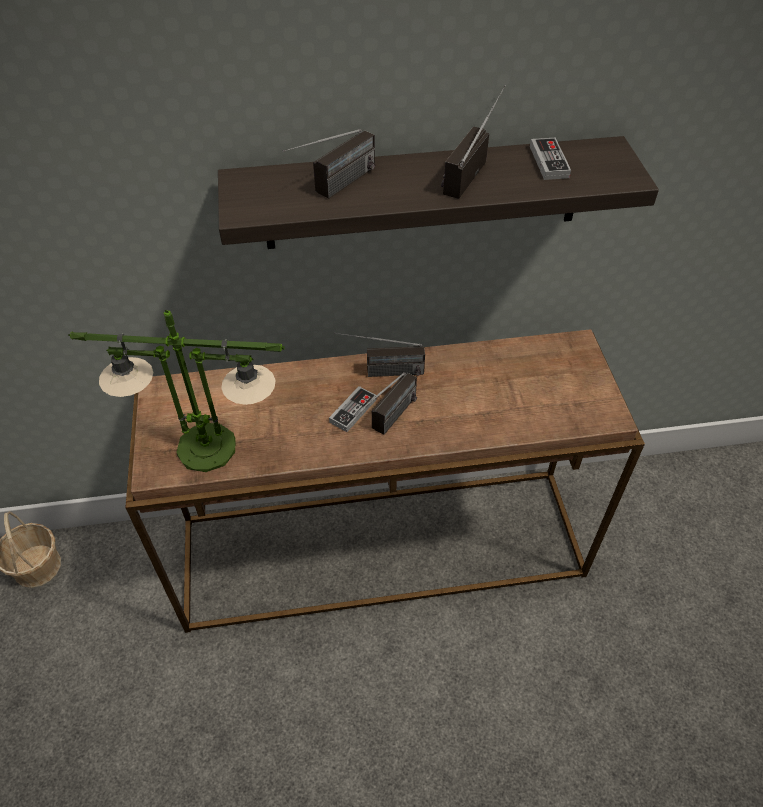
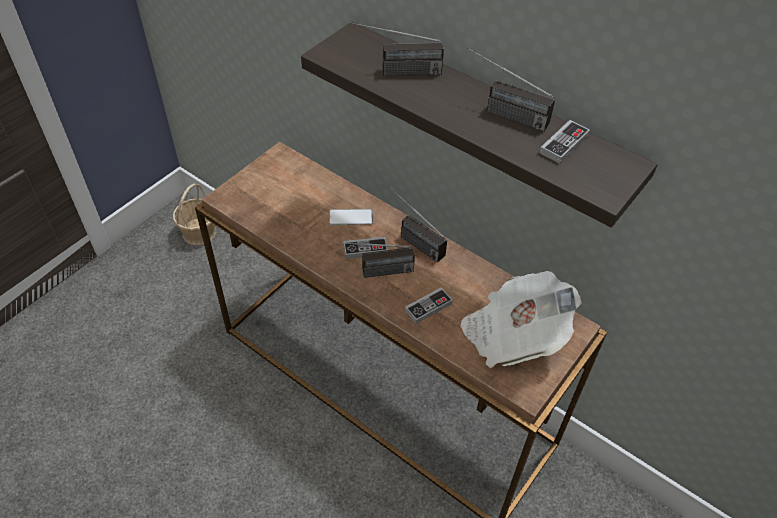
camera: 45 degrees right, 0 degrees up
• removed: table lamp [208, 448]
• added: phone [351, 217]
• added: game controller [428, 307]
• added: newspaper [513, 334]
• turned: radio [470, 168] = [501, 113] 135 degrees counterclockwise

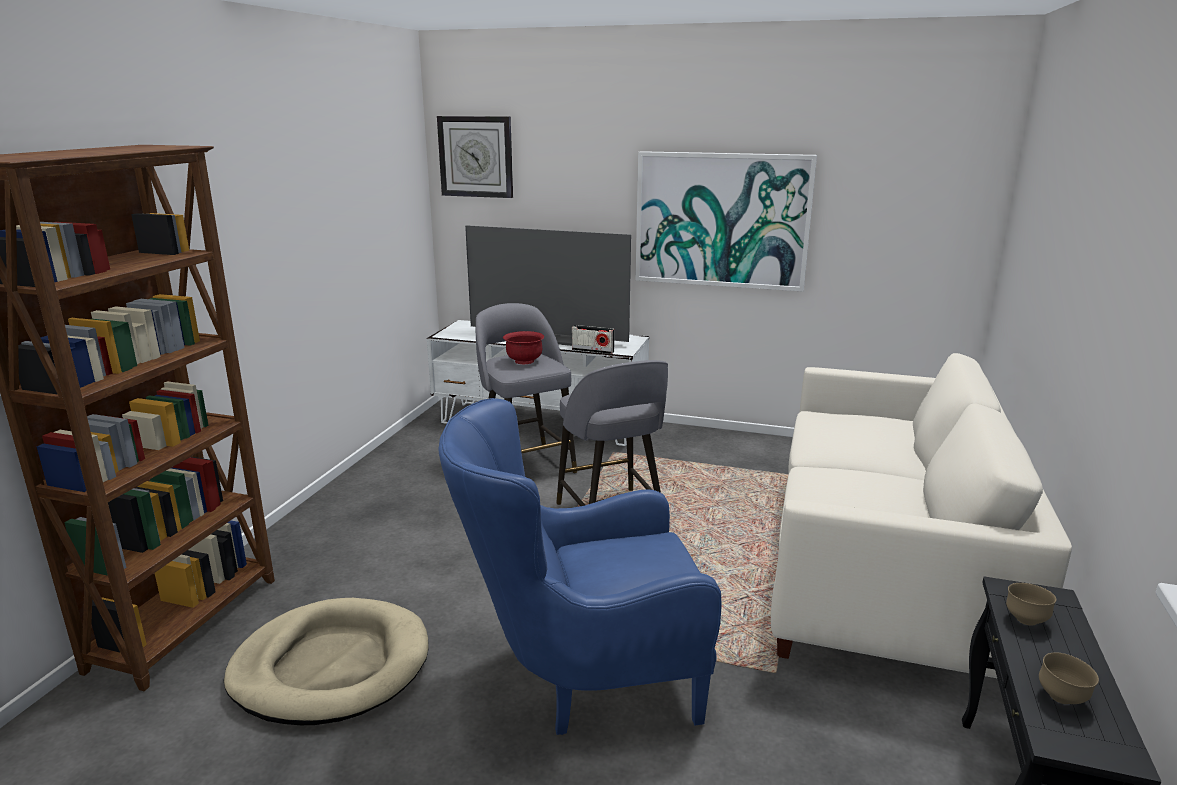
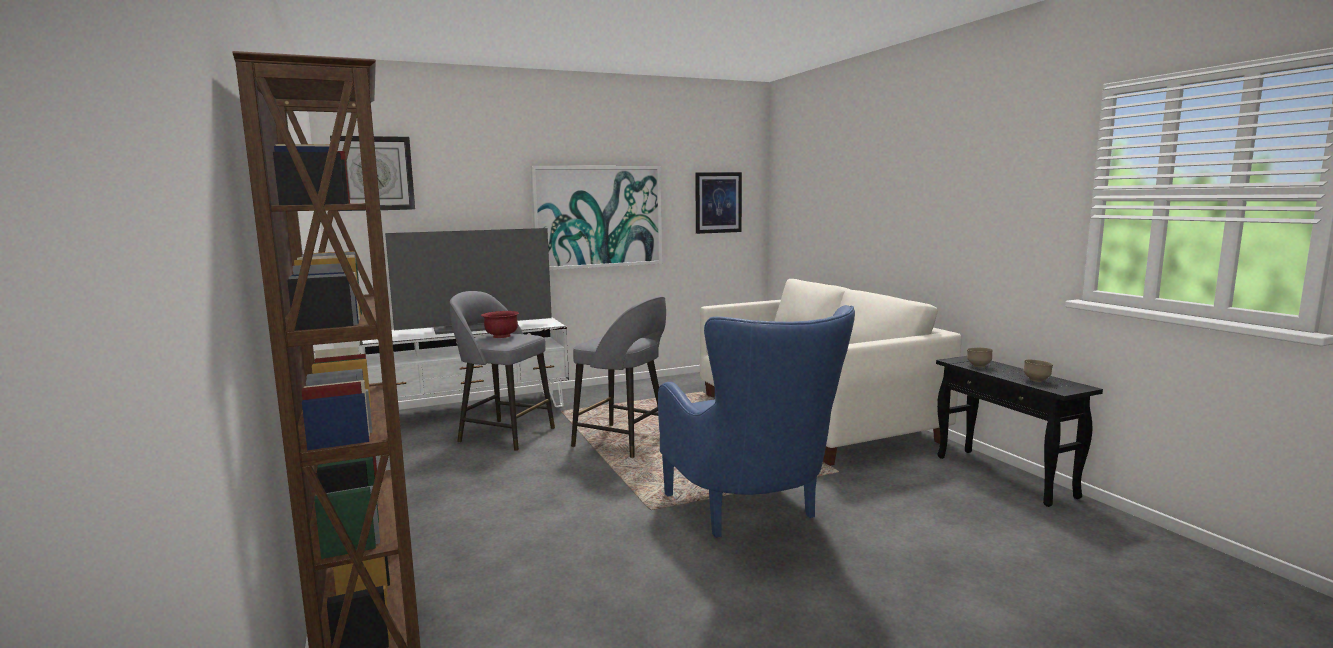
camera: 40 degrees left, 10 degrees down
• removed: dog bed/beige [331, 666]
• removed: radio [593, 351]
• added: picture [718, 202]
• turned: armchair/blue [583, 679] = [752, 515] 60 degrees counterclockwise

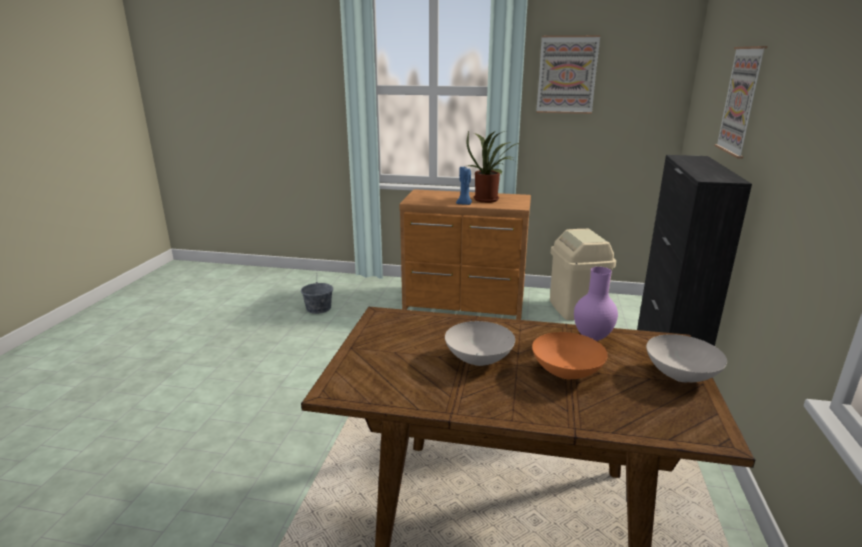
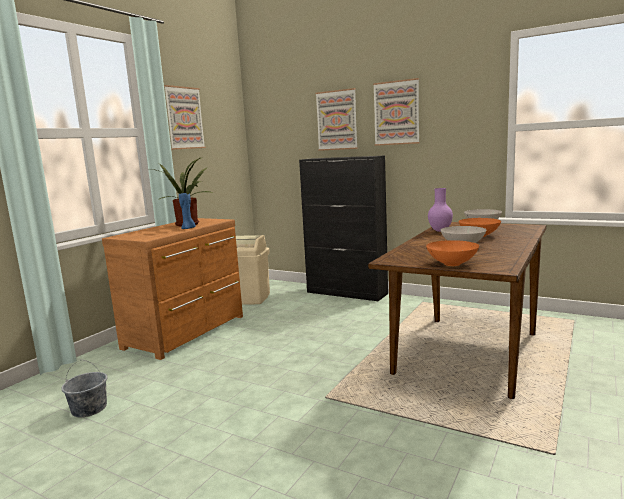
camera: 70 degrees left, 10 degrees down
• added: picture [396, 113]
• added: bowl/orange [453, 264]

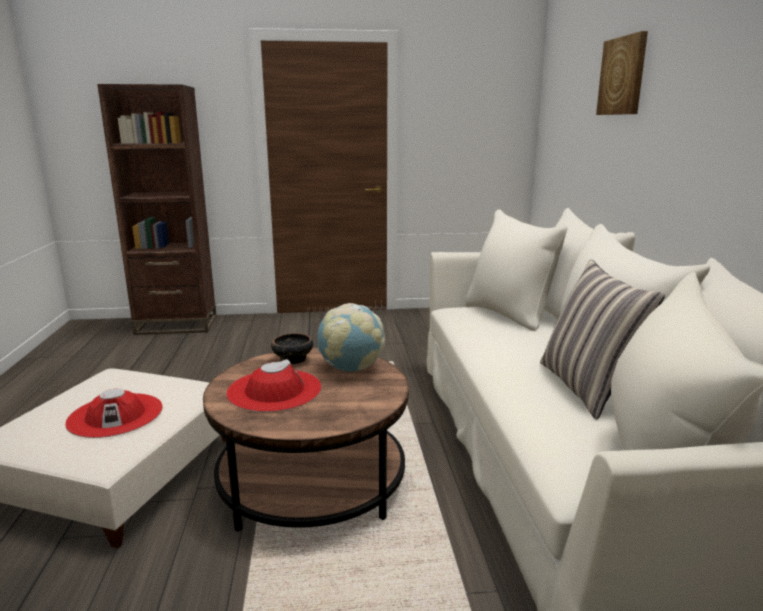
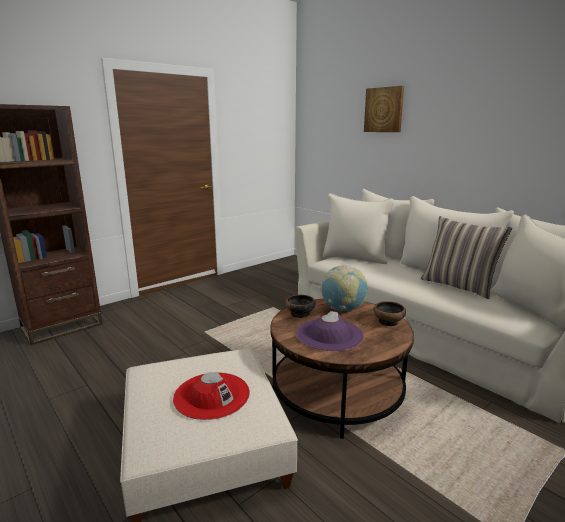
camera: 35 degrees left, 0 degrees up
• added: bowl [388, 322]
• recoloured: hat/red [274, 390] to hat/purple [329, 334]

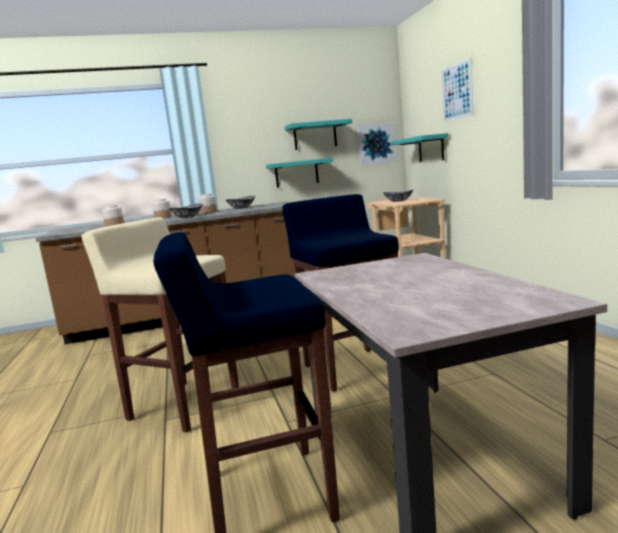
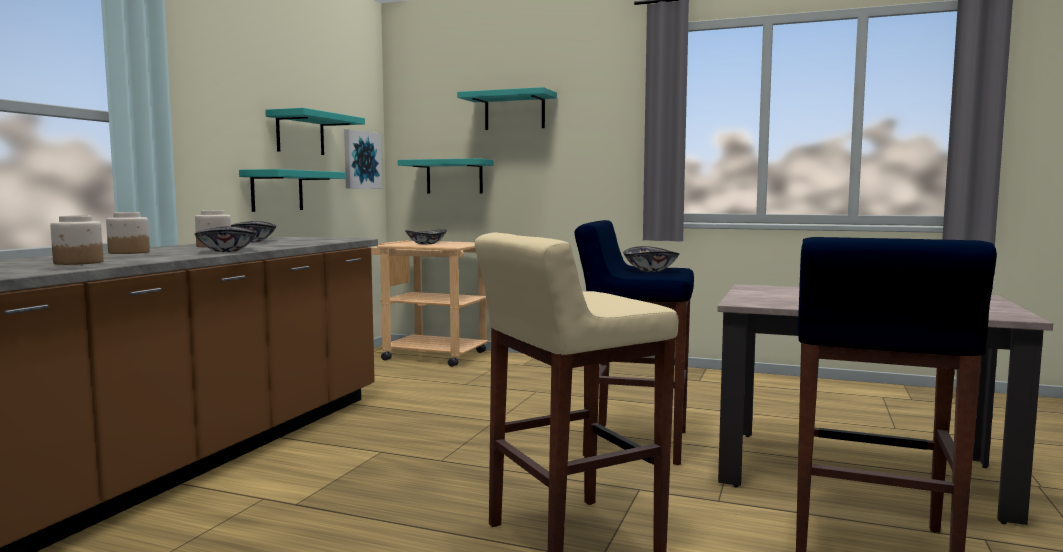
camera: 55 degrees left, 5 degrees down
• added: bowl [650, 270]
• replaced: picture [456, 91] to shelf/turquoise [514, 111]

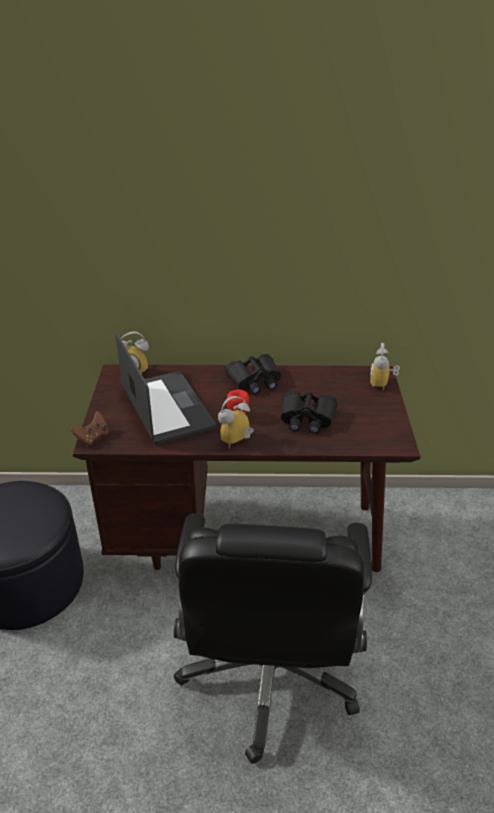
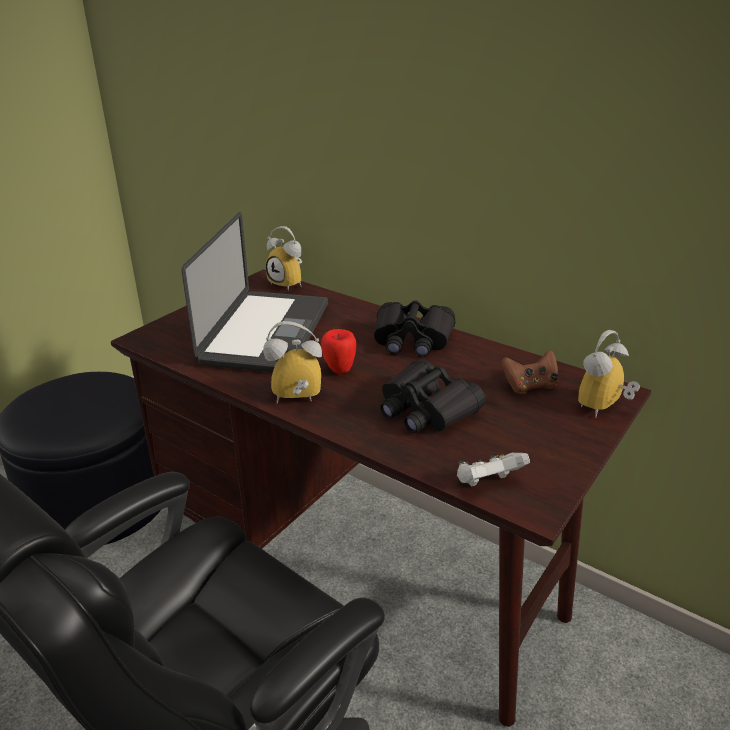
camera: 35 degrees right, 5 degrees down
• added: game controller/white [487, 483]
• moved: game controller/brown [92, 437] to [529, 386]

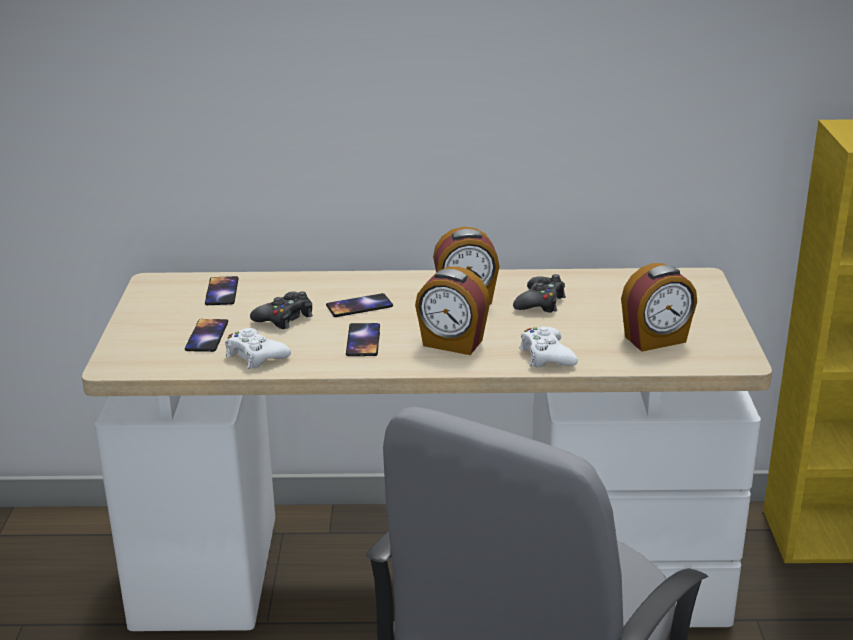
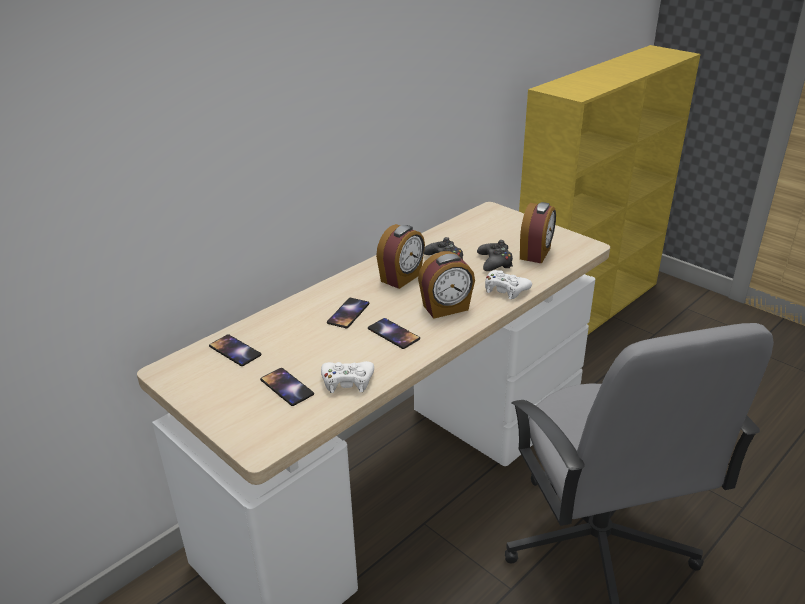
camera: 45 degrees left, 5 degrees up
• moved: game controller/black [285, 318] to [495, 262]

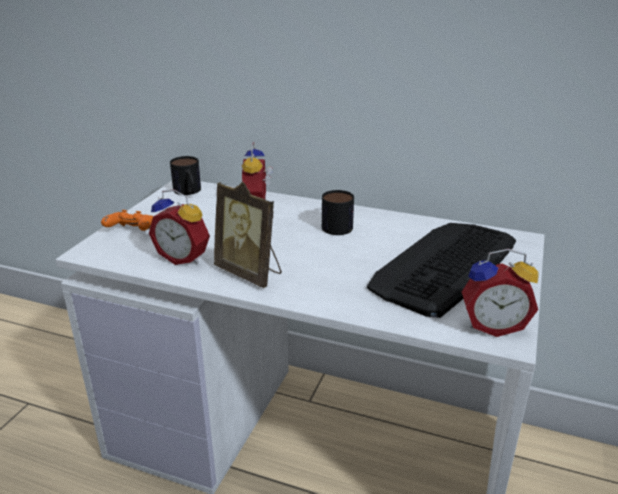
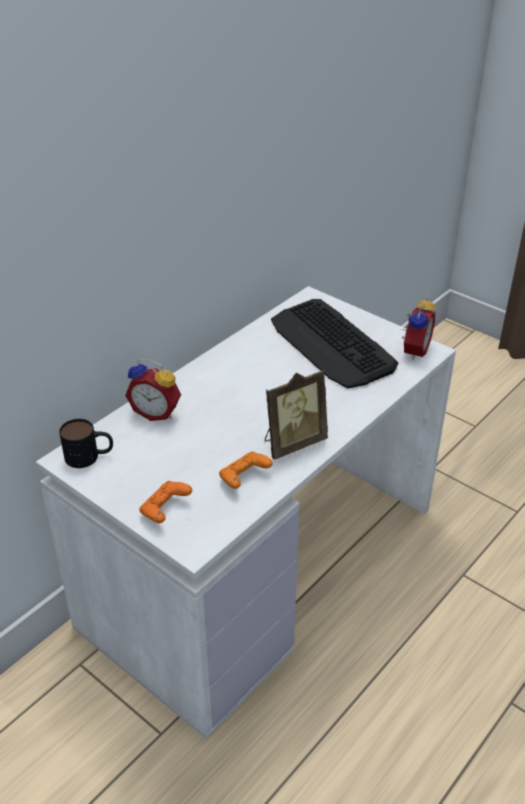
camera: 70 degrees left, 10 degrees up
• removed: mug [337, 224]
• replaced: alarm clock [184, 257] to game controller/orange [244, 478]

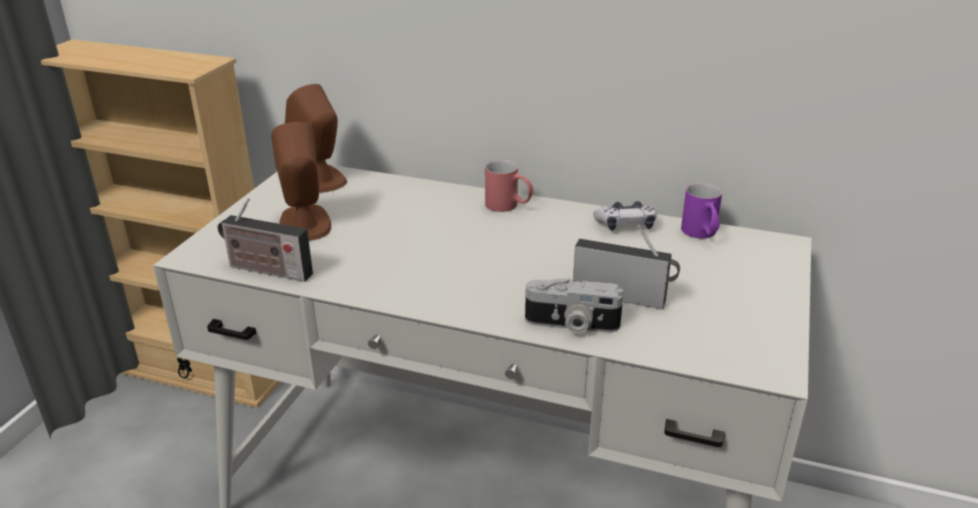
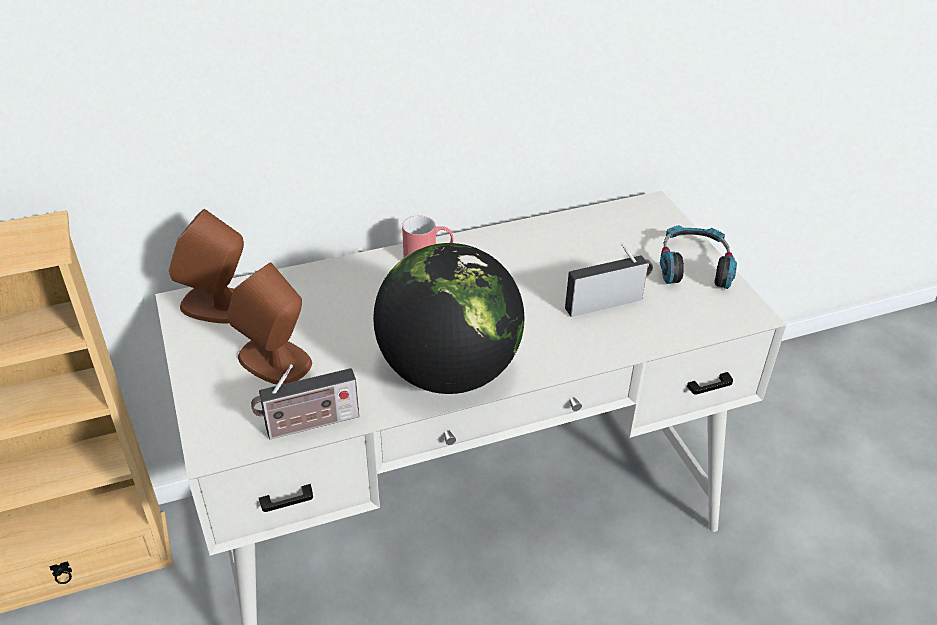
camera: 40 degrees left, 10 degrees up
• removed: photo camera [571, 325]
• removed: game controller [625, 225]
• removed: mug/purple [701, 235]
• added: globe [448, 372]
• added: headphones [694, 266]

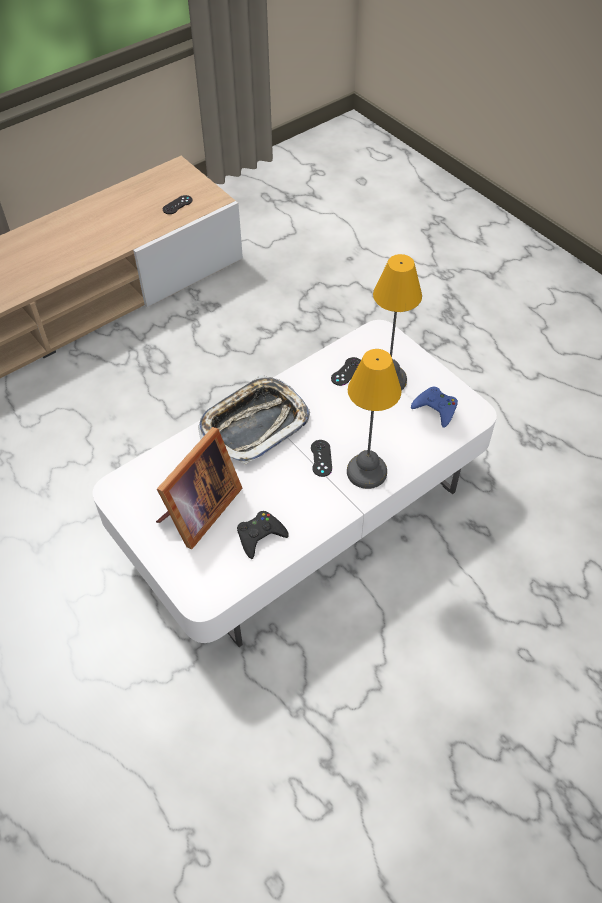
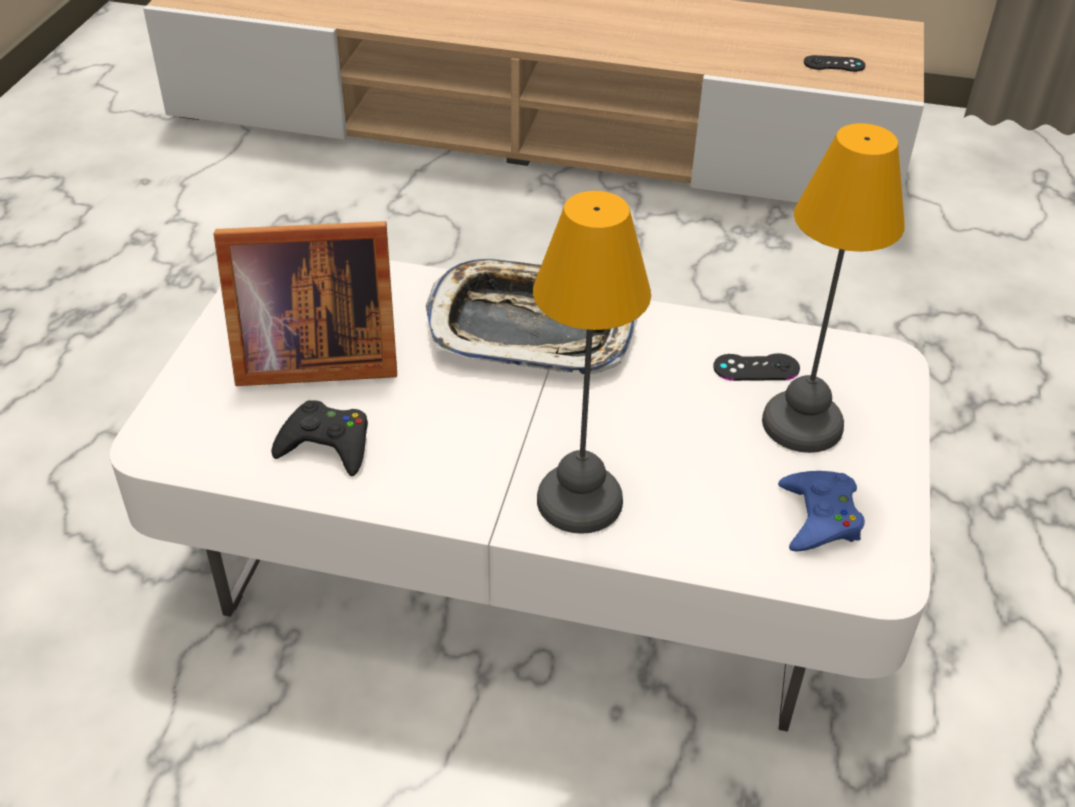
camera: 50 degrees right, 10 degrees down
• removed: game controller/black [321, 458]

